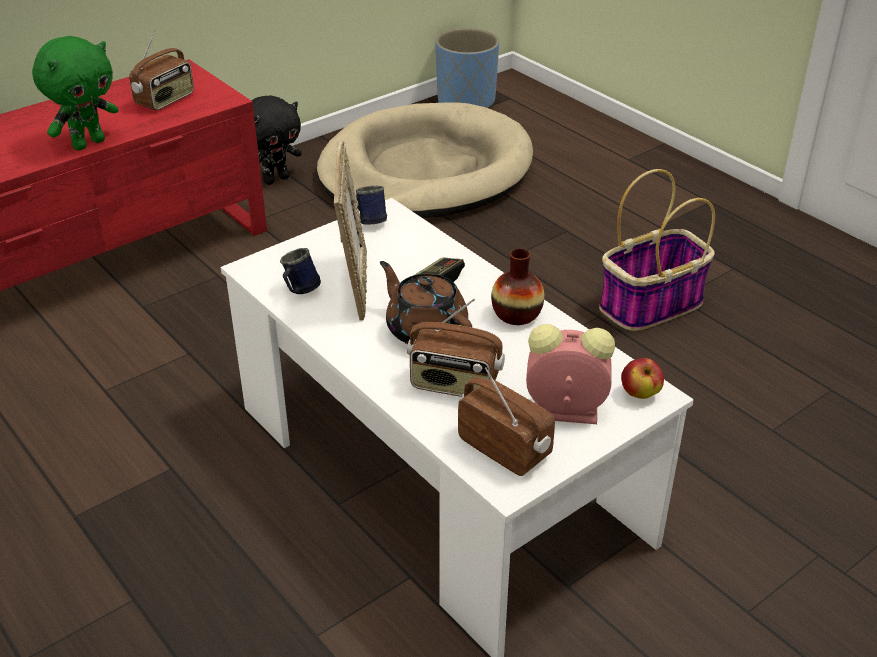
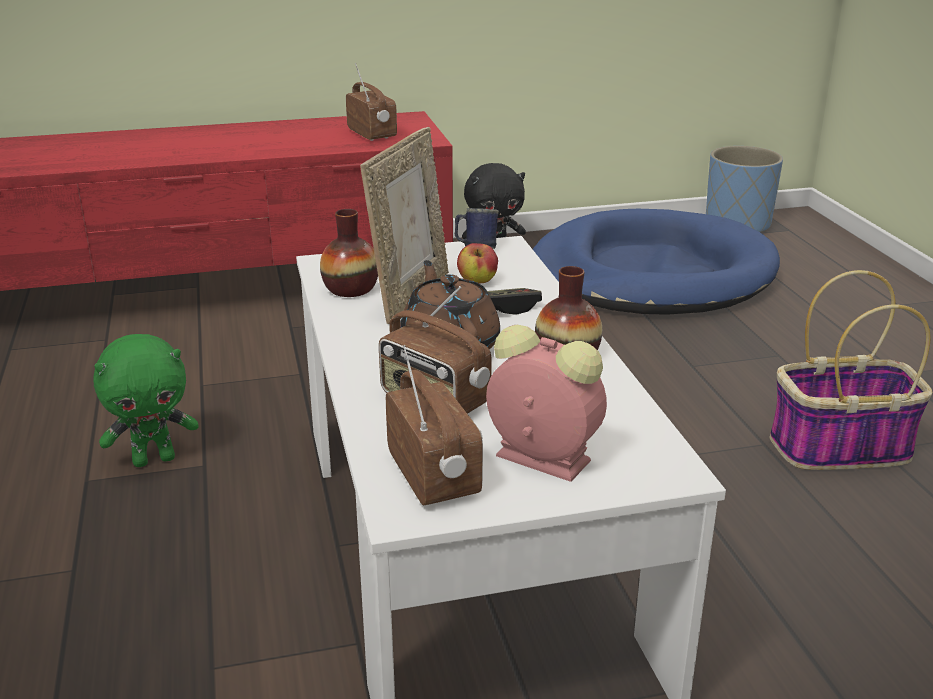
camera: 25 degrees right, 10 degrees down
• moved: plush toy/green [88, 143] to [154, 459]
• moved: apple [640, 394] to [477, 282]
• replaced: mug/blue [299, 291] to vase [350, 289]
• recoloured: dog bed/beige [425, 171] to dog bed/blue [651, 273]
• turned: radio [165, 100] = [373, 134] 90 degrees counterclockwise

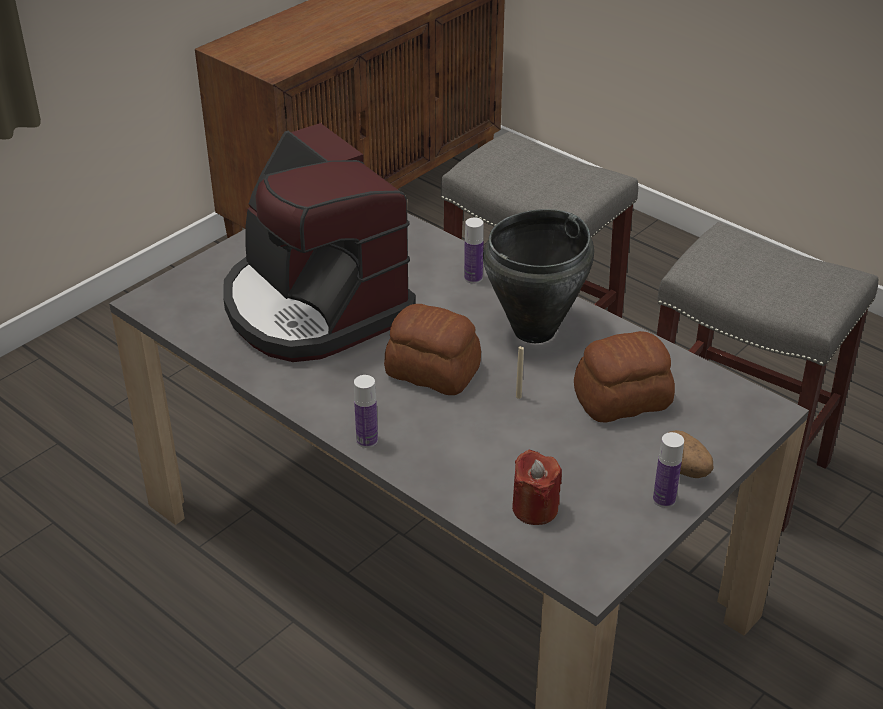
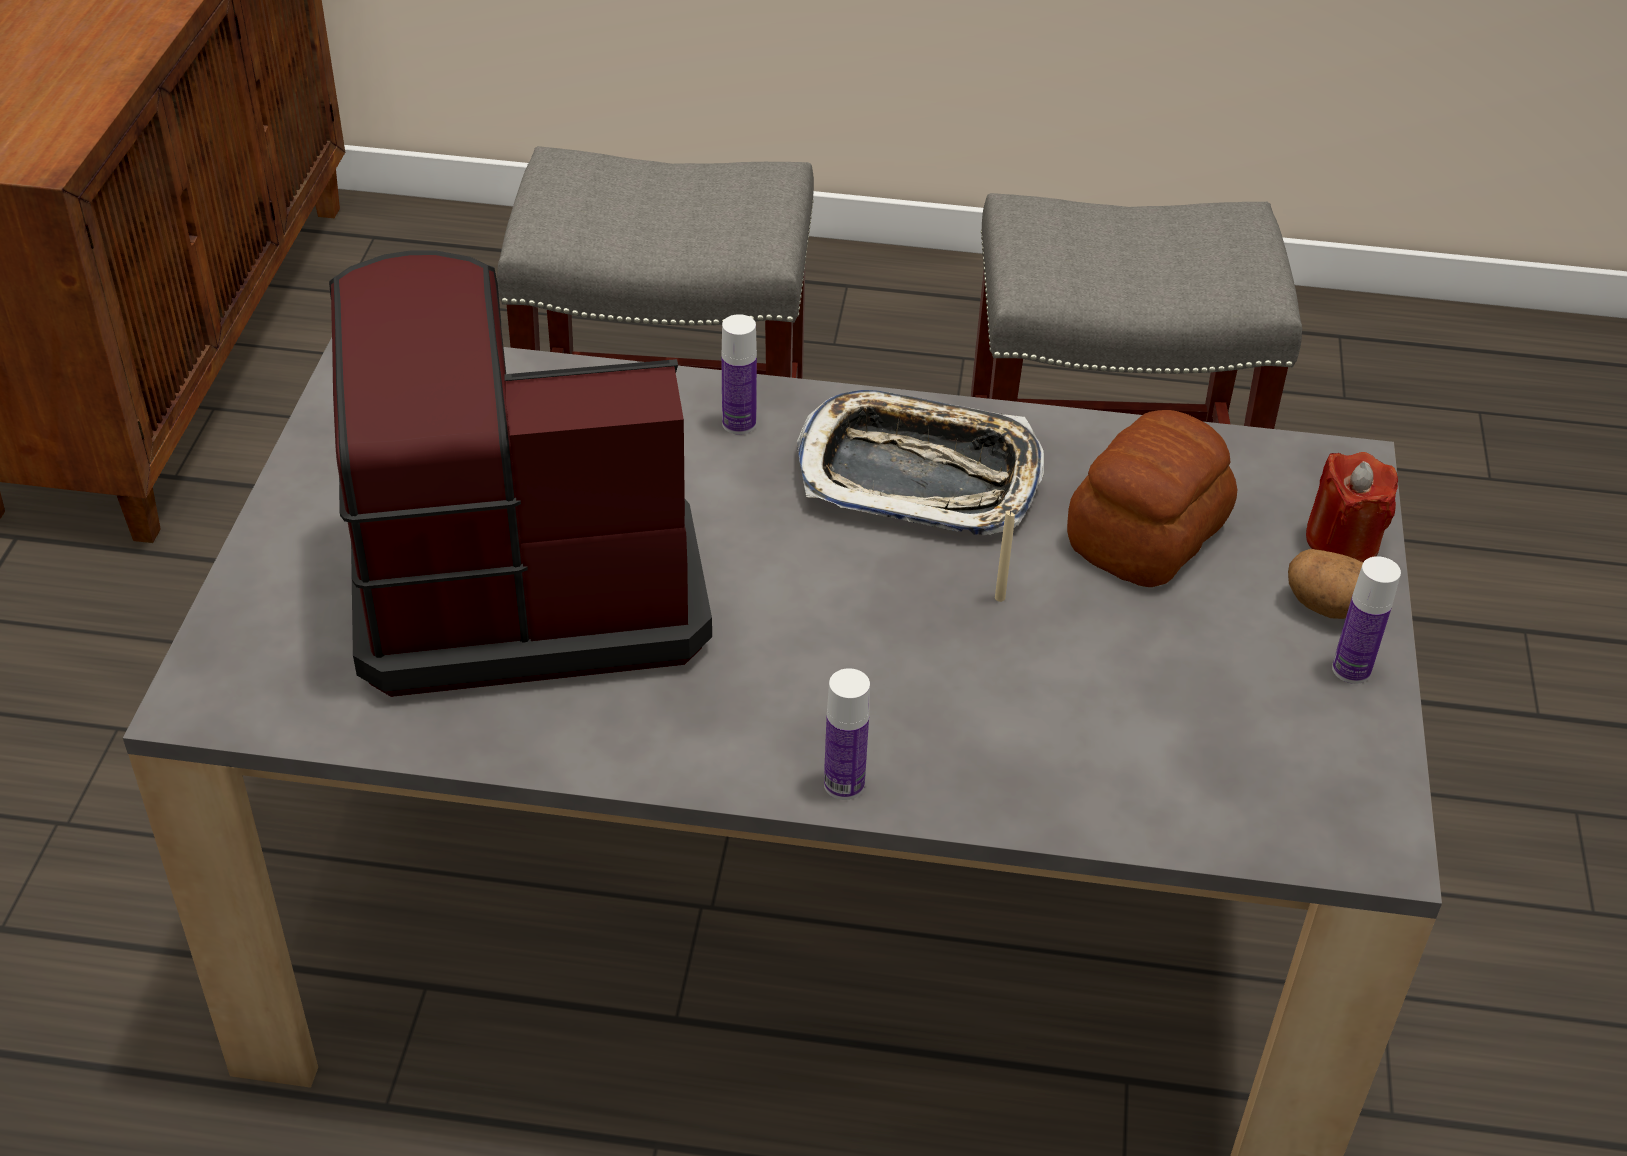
camera: 35 degrees left, 5 degrees up
• removed: bread [432, 372]
• moved: candle/red [535, 508] to [1342, 542]
• replaced: cooking pot/black [535, 330] to tray [919, 475]
• turned: coffee machine [313, 306] = [523, 582] 150 degrees clockwise

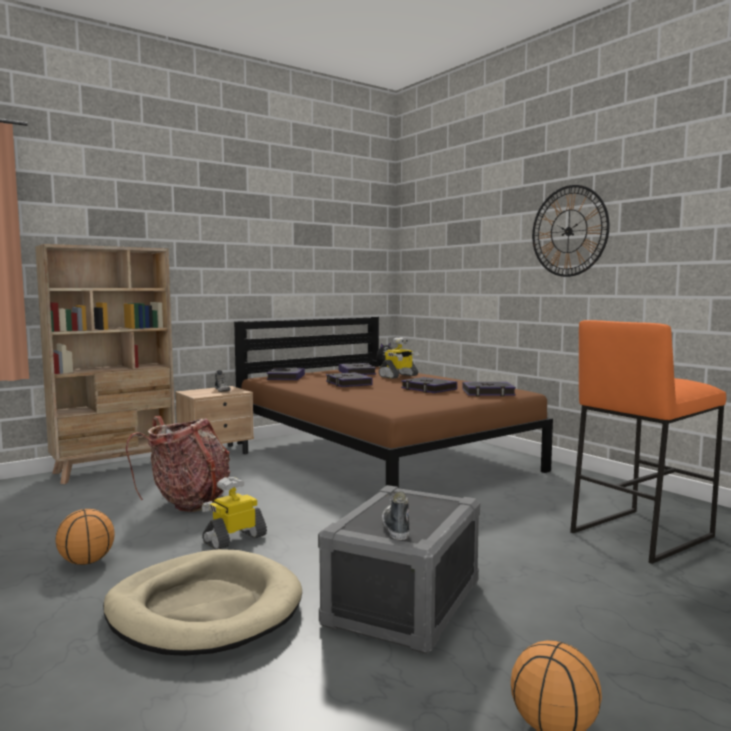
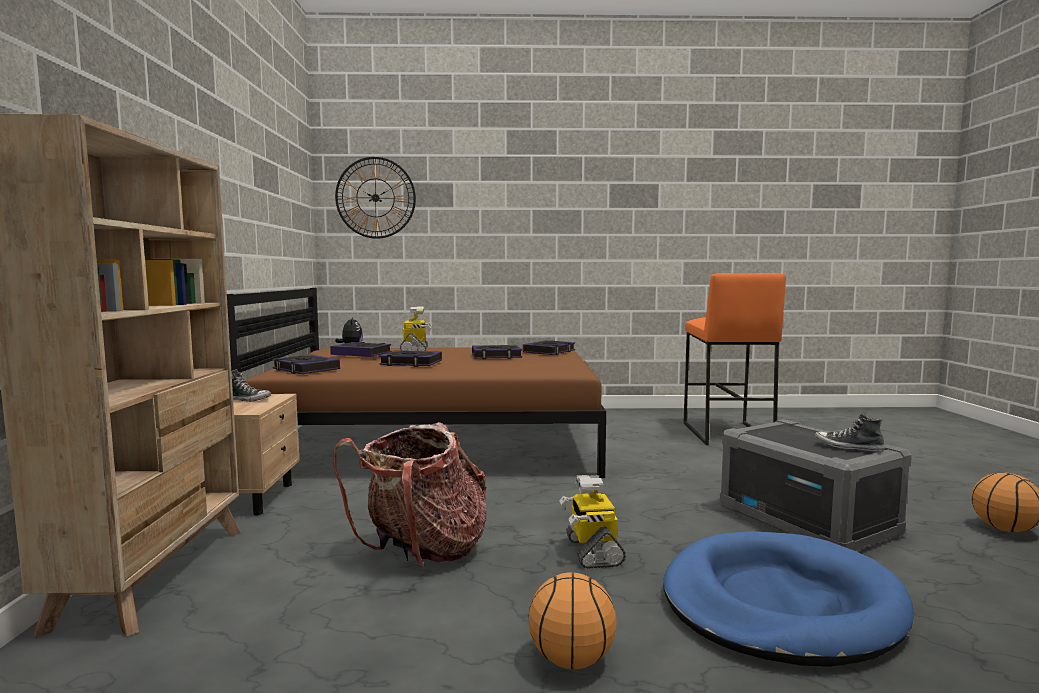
camera: 55 degrees left, 0 degrees up
• moved: wall clock [569, 231] to [375, 198]
• recoloured: dog bed/beige [204, 609] to dog bed/blue [779, 603]

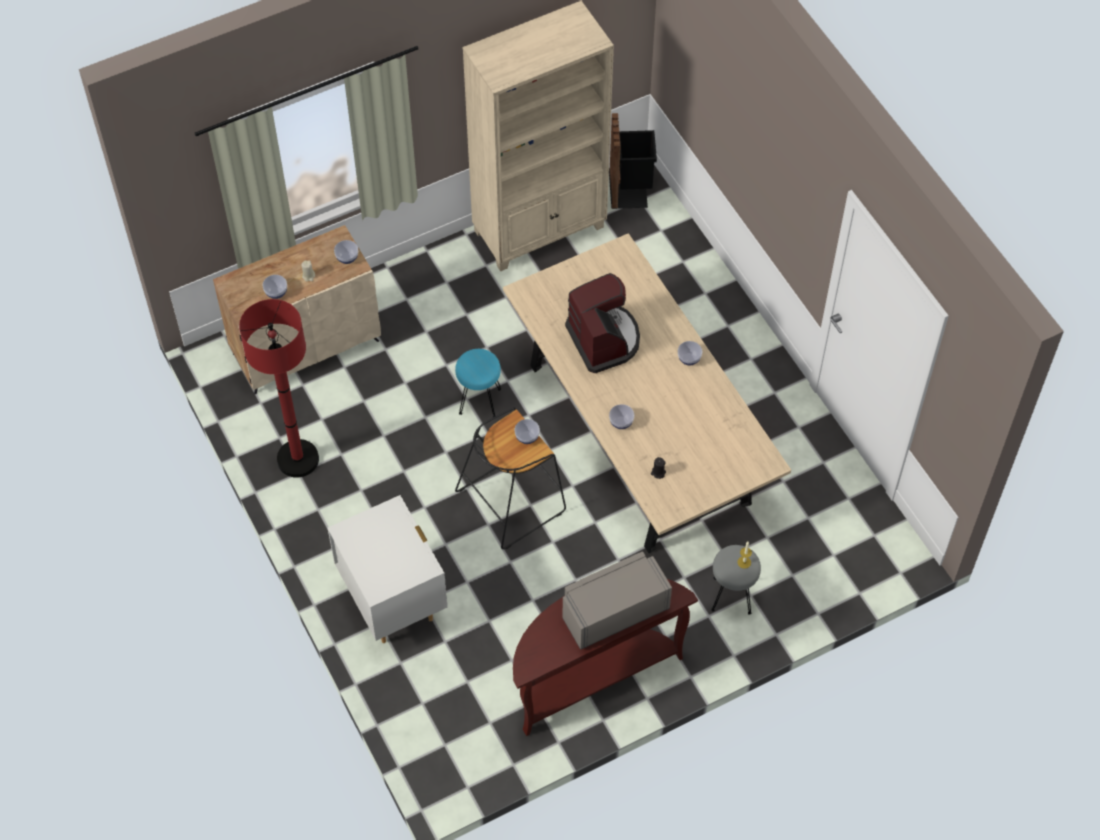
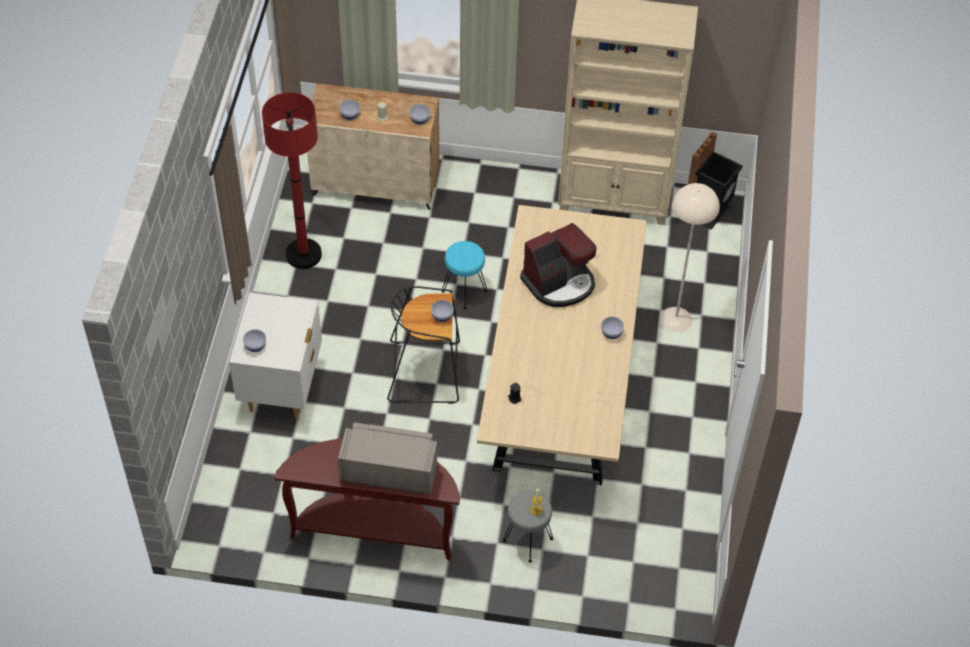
camera: 35 degrees right, 5 degrees down
• added: floor lamp/beige [675, 319]
• moved: bowl [621, 422] to [255, 346]
• turned: coffee machine [604, 339] = [559, 283] 45 degrees clockwise

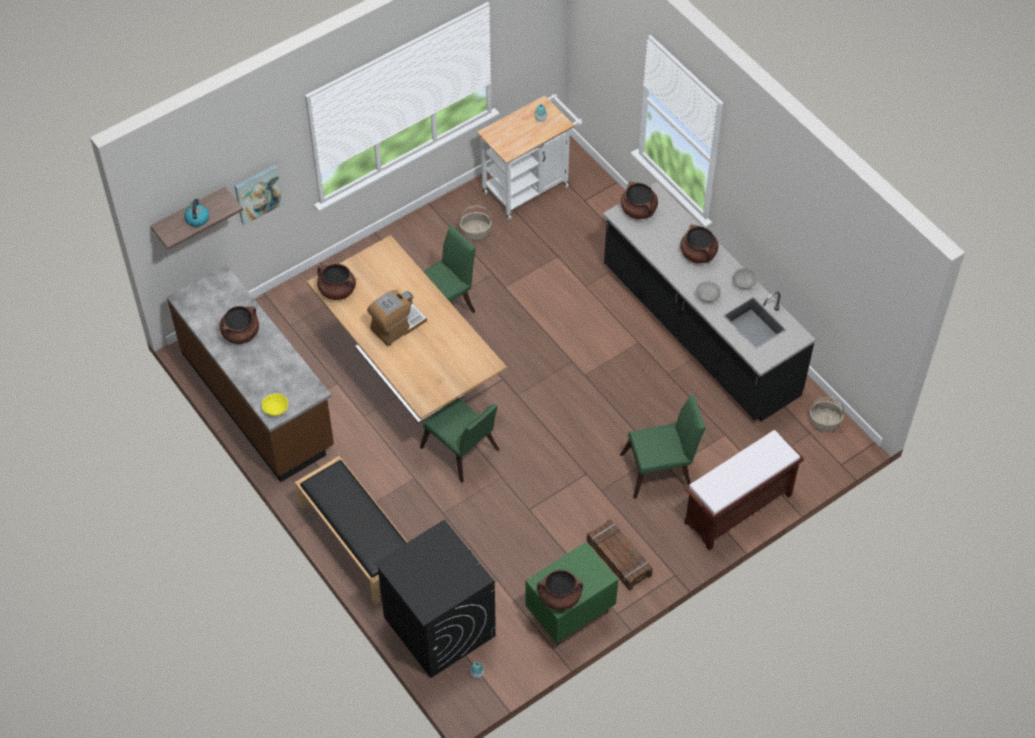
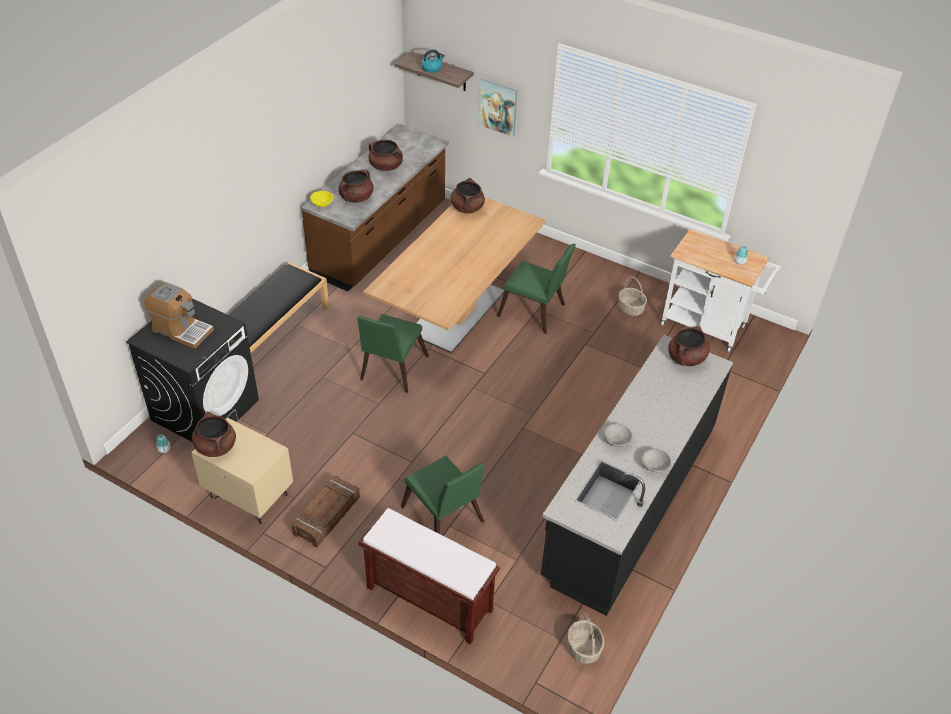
camera: 65 degrees right, 10 degrees down
• moved: coffee machine [397, 325] to [182, 330]
• moved: cooking pot/brown [698, 254] to [356, 198]
• recoloured: nightstand/green [570, 614] to nightstand/beige [249, 497]

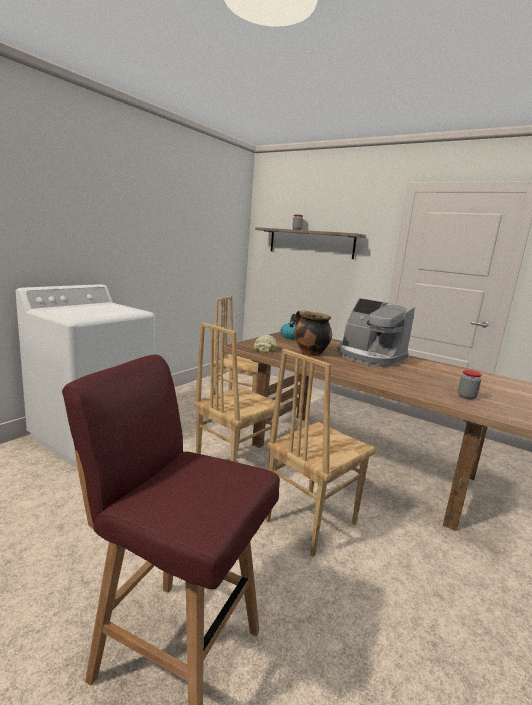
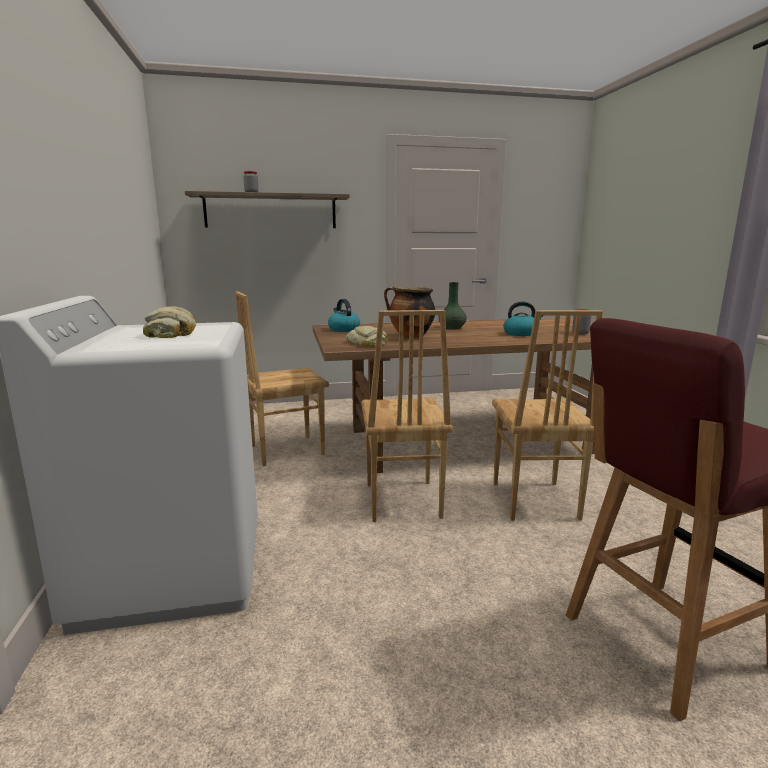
camera: 45 degrees left, 0 degrees up
• added: bread [172, 332]
• added: kettle [521, 333]
• replaced: coffee machine [369, 357] to vase/green [452, 328]

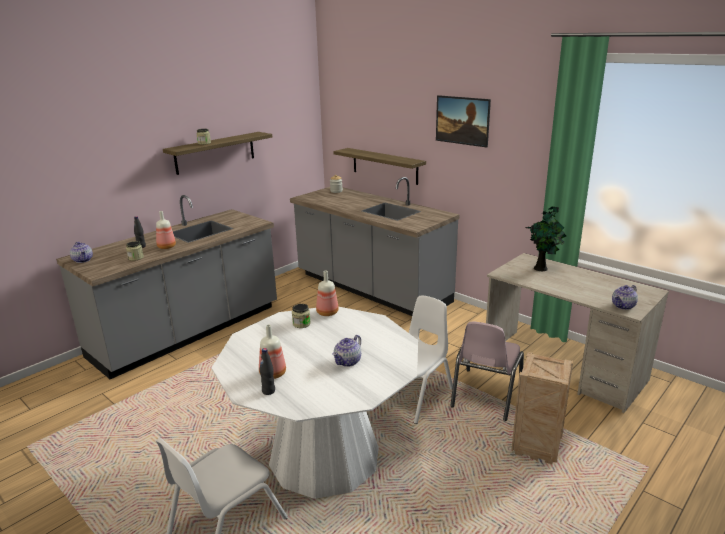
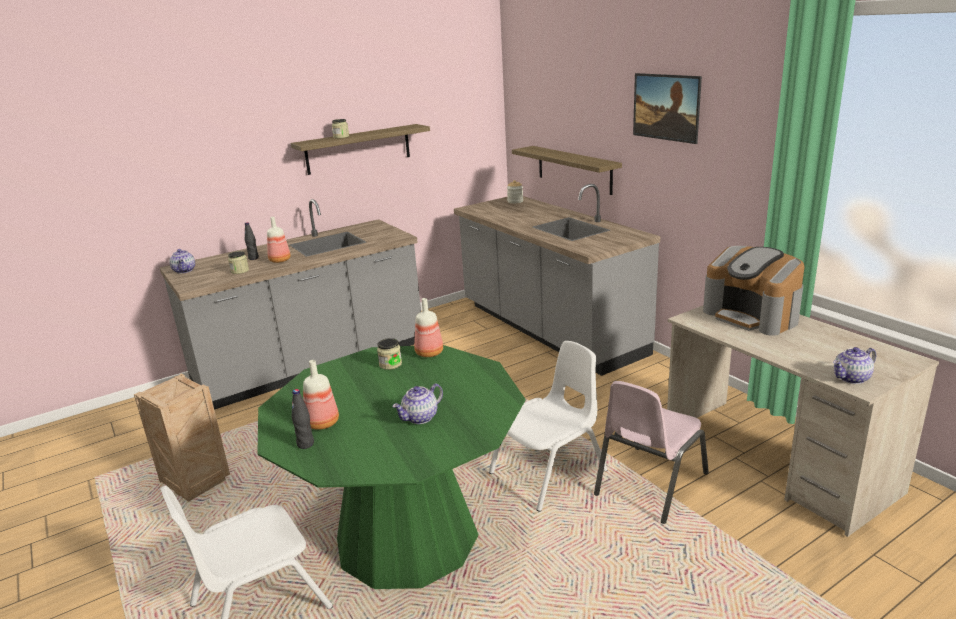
camera: 15 degrees right, 0 degrees up
• moved: crate [537, 448] to [198, 484]
• replaced: potted plant [542, 268] to coffee machine [752, 316]
• recoloured: dining table/white [324, 457] to dining table/green [407, 537]

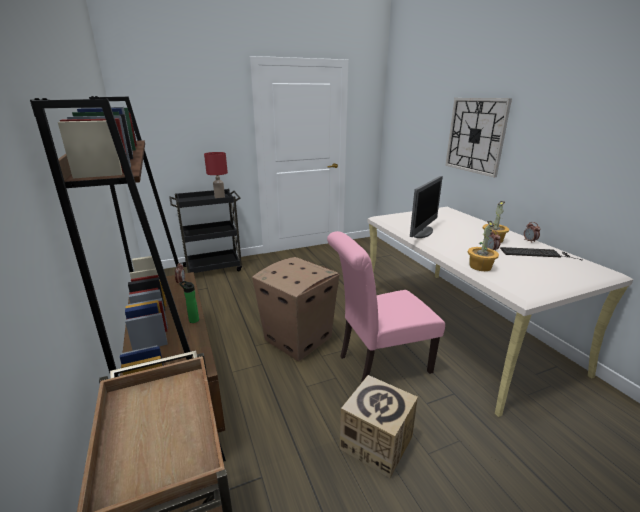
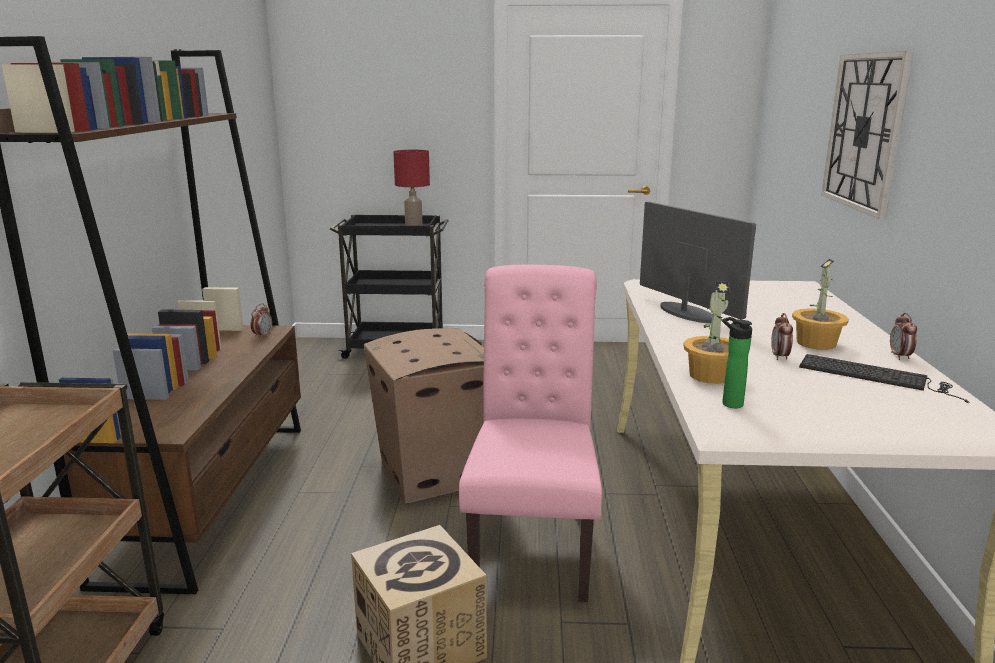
camera: 25 degrees right, 5 degrees down
• moved: bottle [192, 320] to [729, 403]
• turned: chair/pink [379, 364] = [533, 543] 90 degrees clockwise
• turned: monitor [423, 232] = [686, 313] 90 degrees counterclockwise

